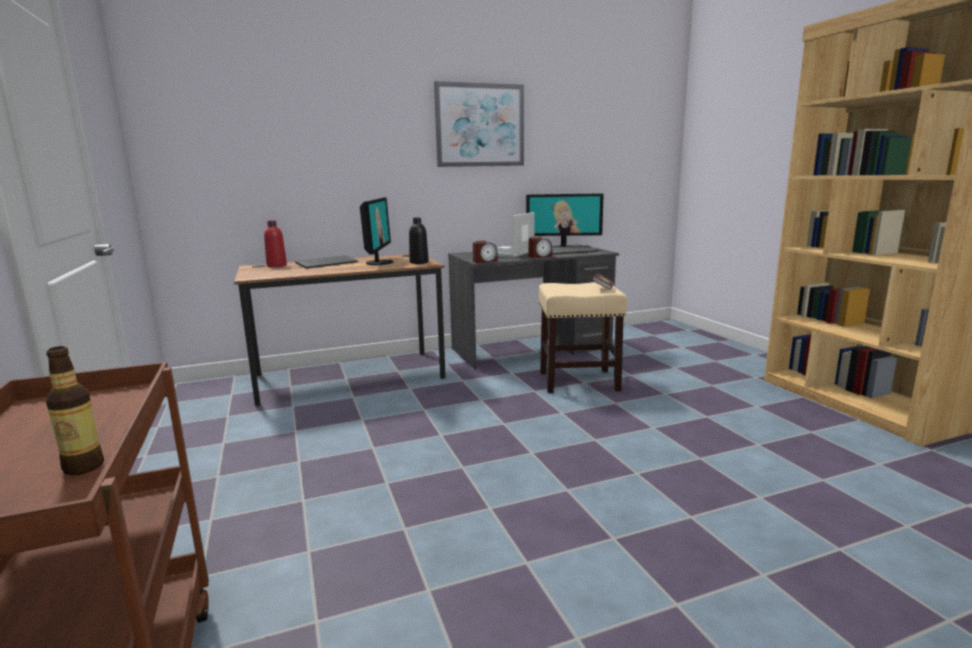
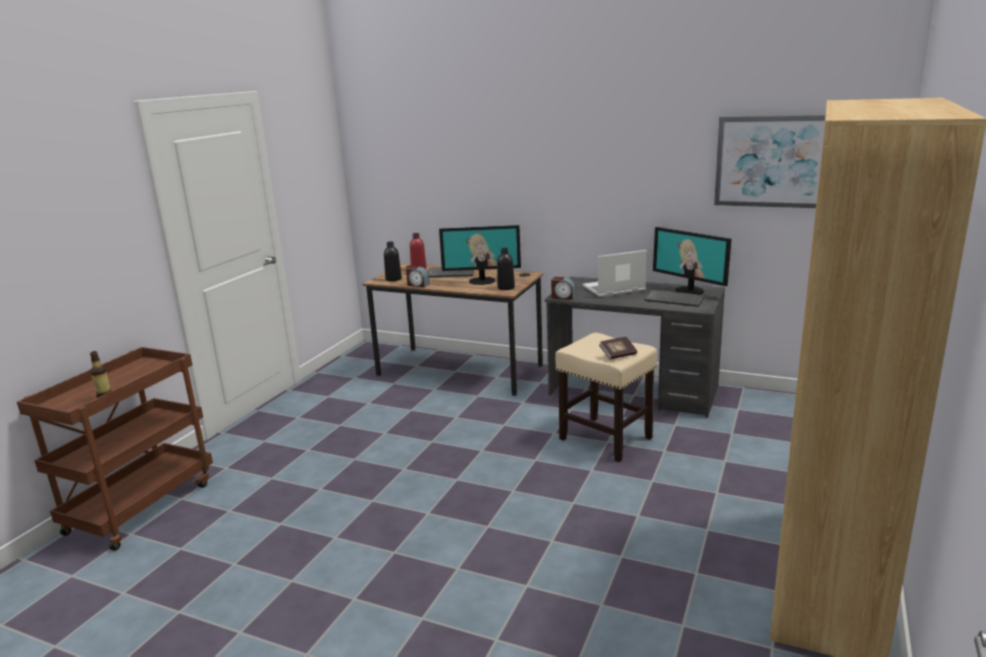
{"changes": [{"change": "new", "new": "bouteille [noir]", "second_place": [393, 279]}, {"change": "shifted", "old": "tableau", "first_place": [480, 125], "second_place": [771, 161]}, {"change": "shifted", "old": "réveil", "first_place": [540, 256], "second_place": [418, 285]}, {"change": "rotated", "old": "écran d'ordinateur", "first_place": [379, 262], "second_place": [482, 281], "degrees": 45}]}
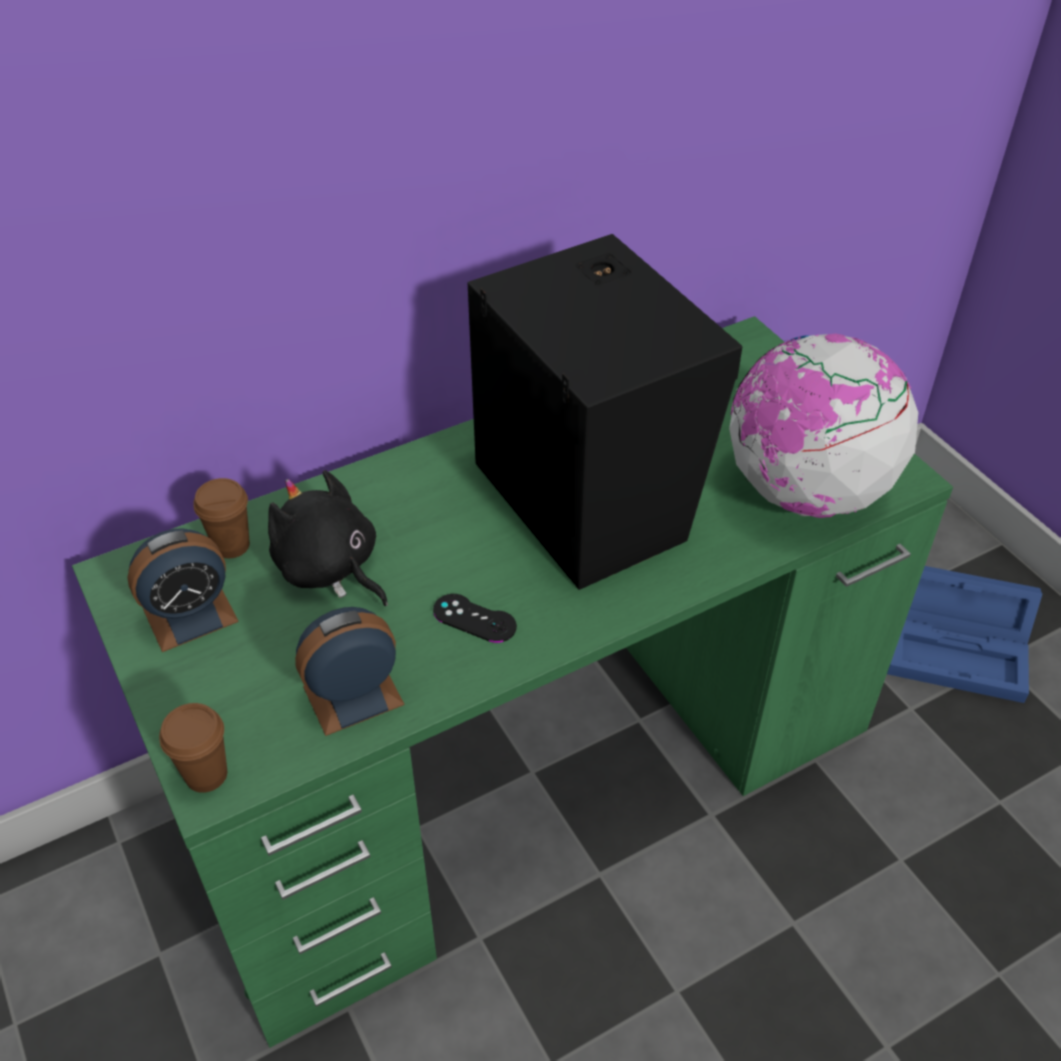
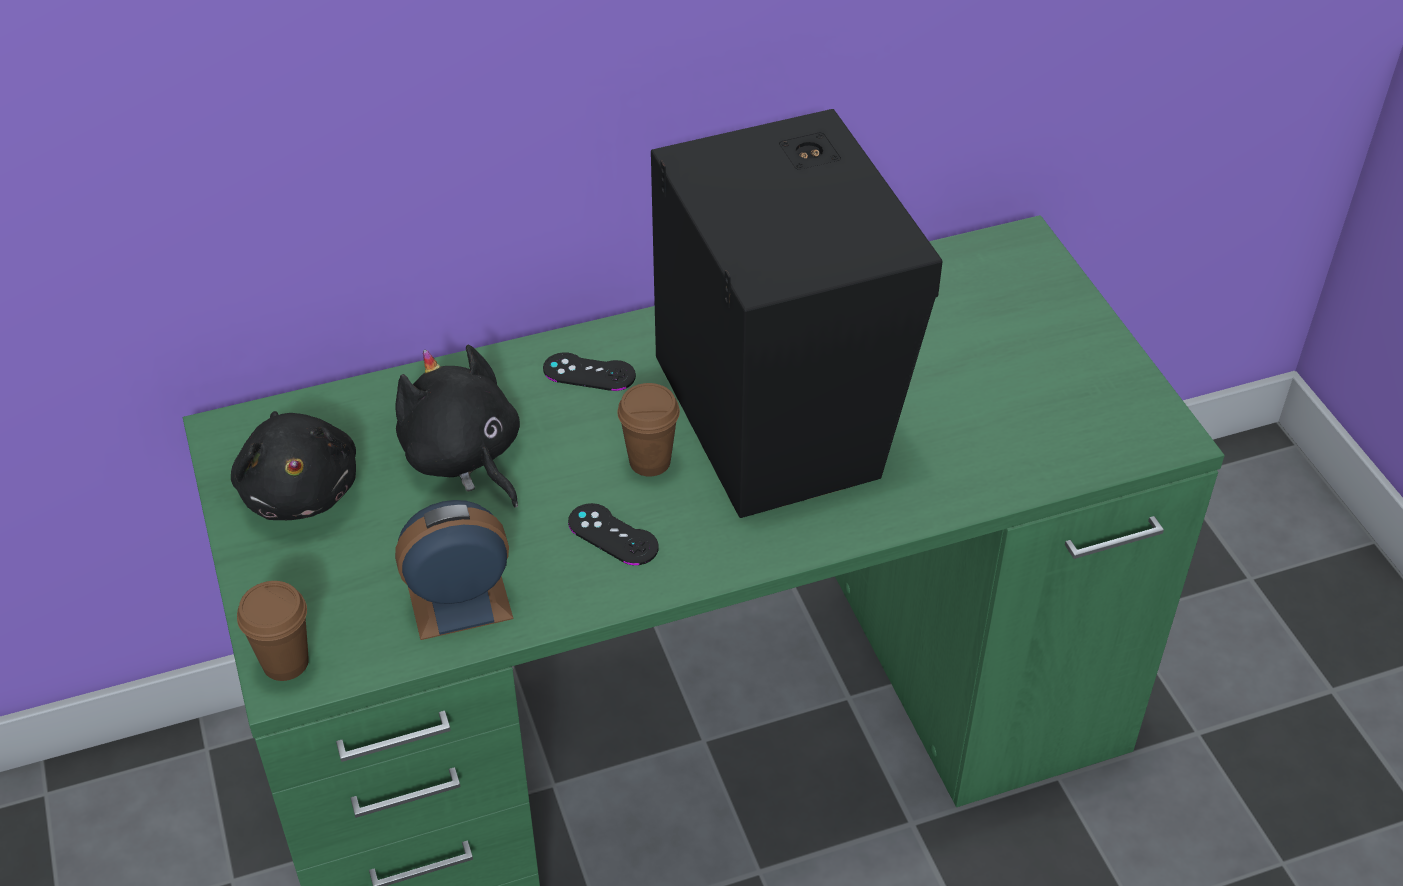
{"changes": [{"change": "gone", "old": "globe", "first_place": [805, 492]}, {"change": "gone", "old": "boîte de rangement [bleu]", "first_place": [960, 649]}, {"change": "new", "new": "manette [noir]", "second_place": [589, 372]}, {"change": "shifted", "old": "tasse [marron]", "first_place": [232, 545], "second_place": [650, 461]}, {"change": "swapped", "old": "réveil", "new": "peluche [noir]", "first_place": [190, 615], "second_place": [300, 489]}]}
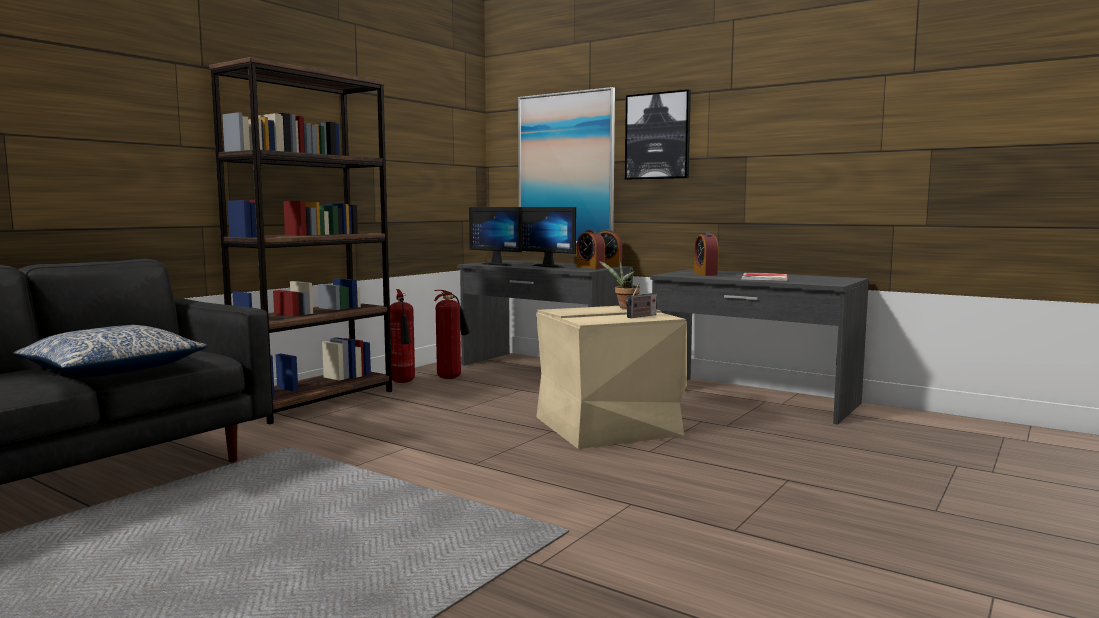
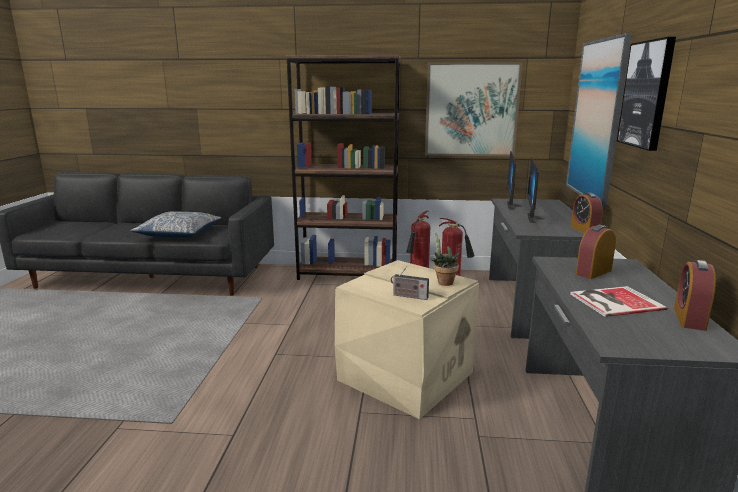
{"changes": [{"change": "new", "new": "tableau", "second_place": [471, 110]}, {"change": "shifted", "old": "réveil", "first_place": [590, 267], "second_place": [689, 318]}]}
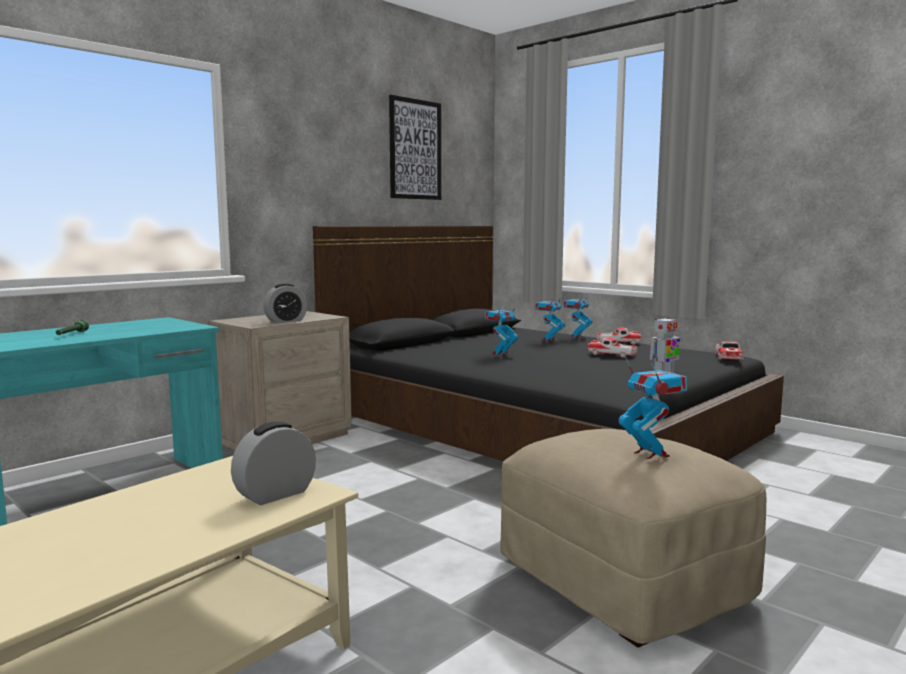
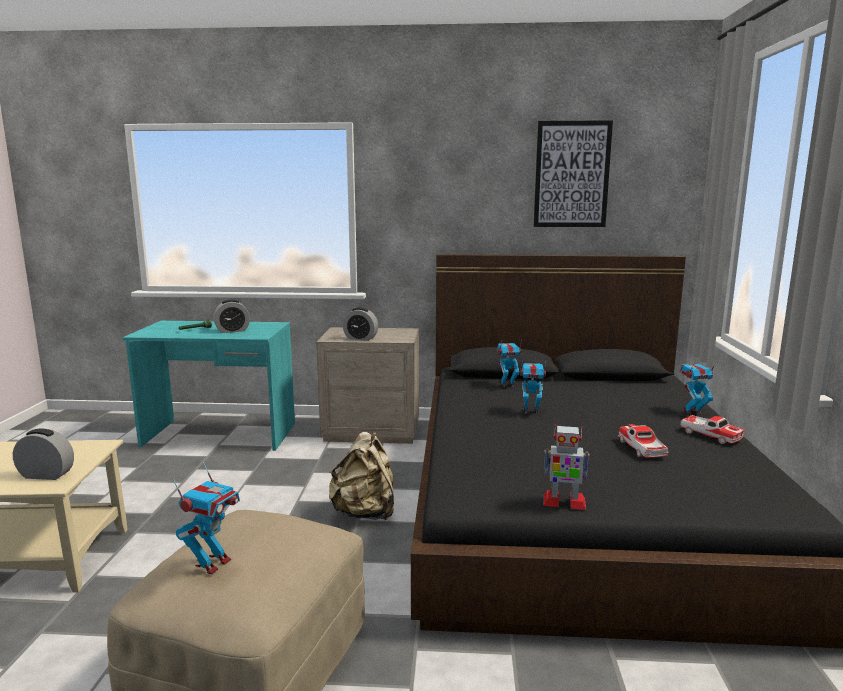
{"changes": [{"change": "gone", "old": "petite voiture", "first_place": [728, 357]}, {"change": "new", "new": "réveil", "second_place": [232, 331]}, {"change": "new", "new": "sac à dos [beige]", "second_place": [365, 513]}, {"change": "shifted", "old": "robot jouet", "first_place": [548, 340], "second_place": [507, 385]}]}
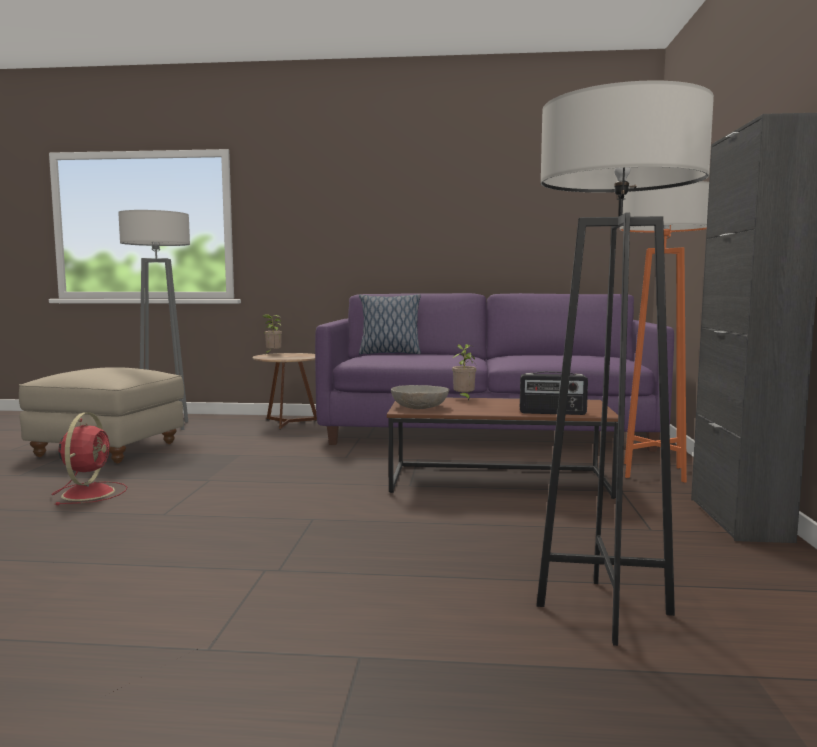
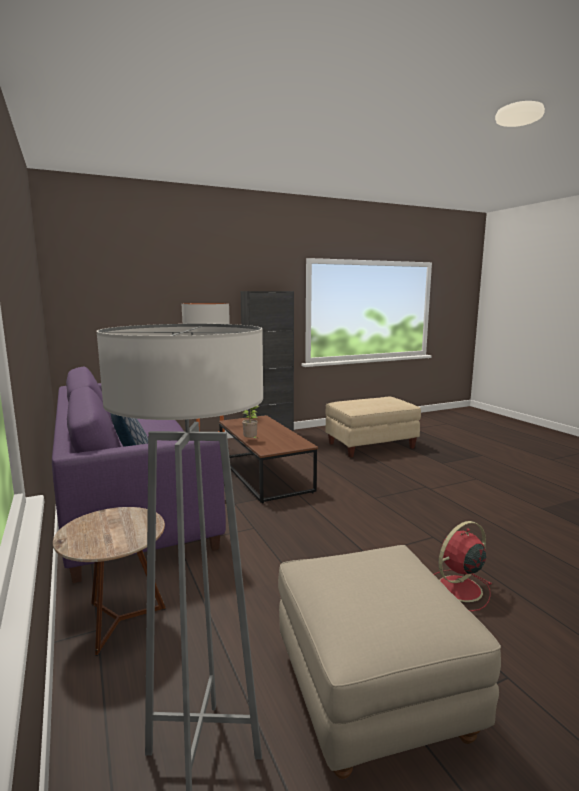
{"changes": [{"change": "gone", "old": "plante en pot", "first_place": [272, 354]}, {"change": "gone", "old": "bol [gris]", "first_place": [420, 407]}, {"change": "gone", "old": "radio", "first_place": [552, 413]}, {"change": "swapped", "old": "lampadaire [gris]", "new": "pouf [beige]", "first_place": [604, 610], "second_place": [371, 446]}]}
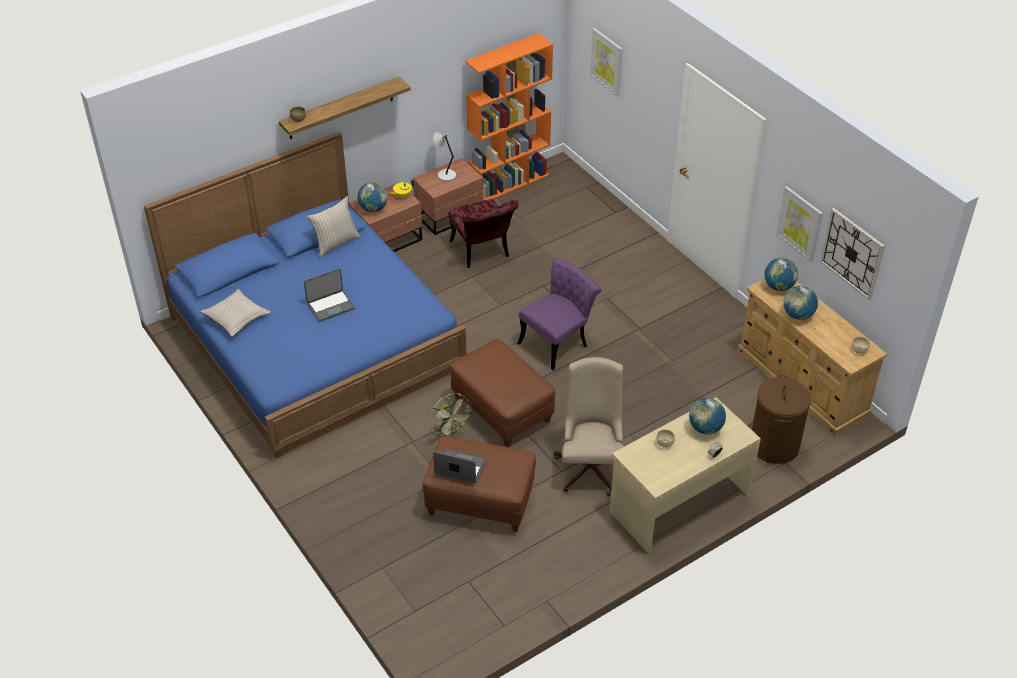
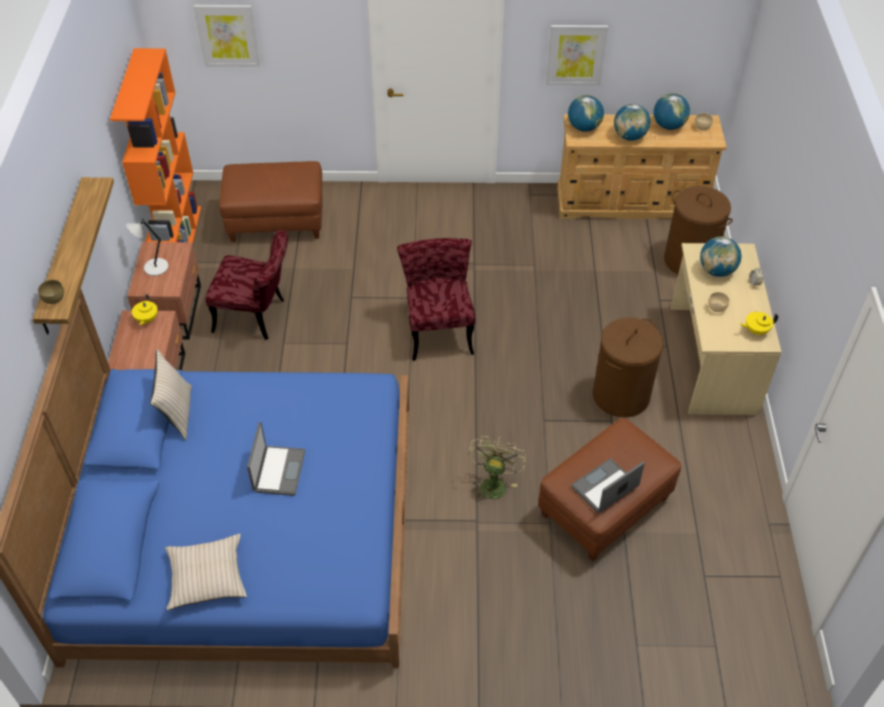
{"changes": [{"change": "gone", "old": "horloge murale", "first_place": [852, 253]}, {"change": "new", "new": "théière [jaune]", "second_place": [756, 330]}, {"change": "shifted", "old": "globe", "first_place": [373, 209], "second_place": [668, 126]}, {"change": "shifted", "old": "pouf [marron]", "first_place": [503, 410], "second_place": [277, 221]}, {"change": "swapped", "old": "chaise de bureau [beige]", "new": "panier à linge [marron]", "first_place": [591, 465], "second_place": [620, 395]}, {"change": "repainted", "old": "chaise [violet]", "new": "chaise [rouge]", "first_place": [558, 341], "second_place": [438, 329]}, {"change": "rotated", "old": "ventilateur [vert]", "first_place": [450, 434], "second_place": [493, 483], "degrees": -75}]}
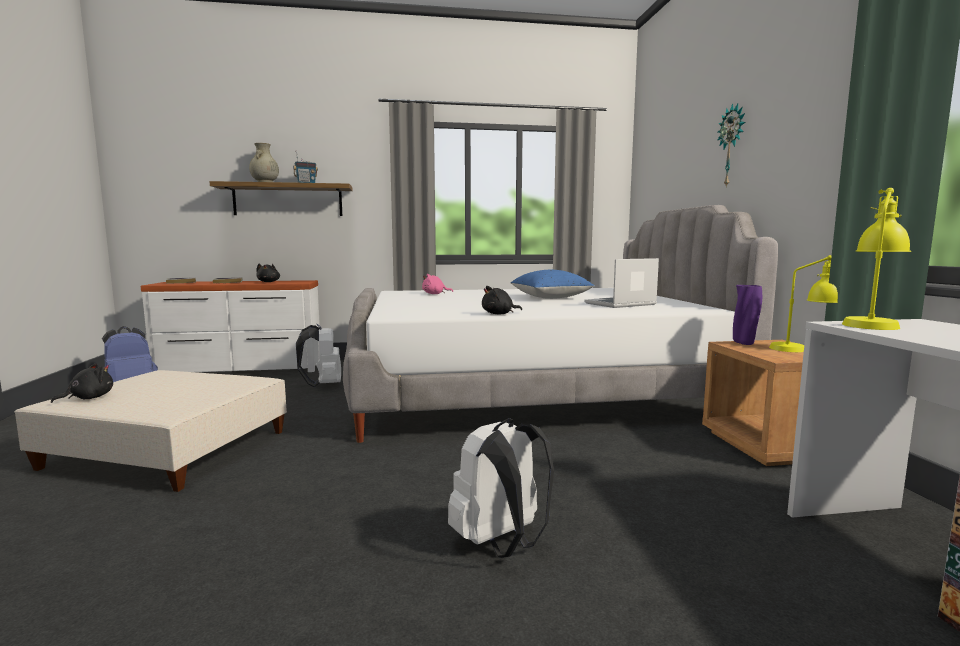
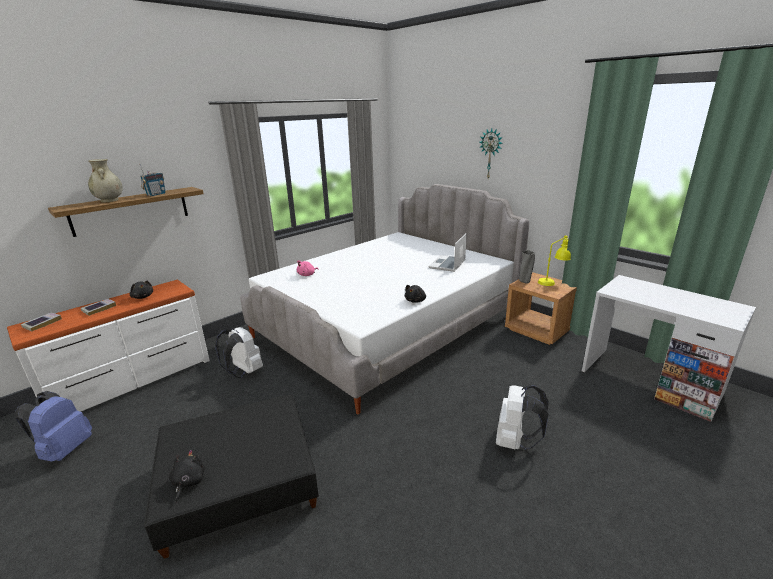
{"changes": [{"change": "gone", "old": "coussin [bleu]", "first_place": [550, 298]}, {"change": "gone", "old": "lampe de table [jaune]", "first_place": [871, 323]}, {"change": "repainted", "old": "pouf [beige]", "new": "pouf [noir]", "first_place": [168, 449], "second_place": [239, 483]}, {"change": "repainted", "old": "vase [violet]", "new": "vase [gris]", "first_place": [744, 343], "second_place": [525, 282]}]}
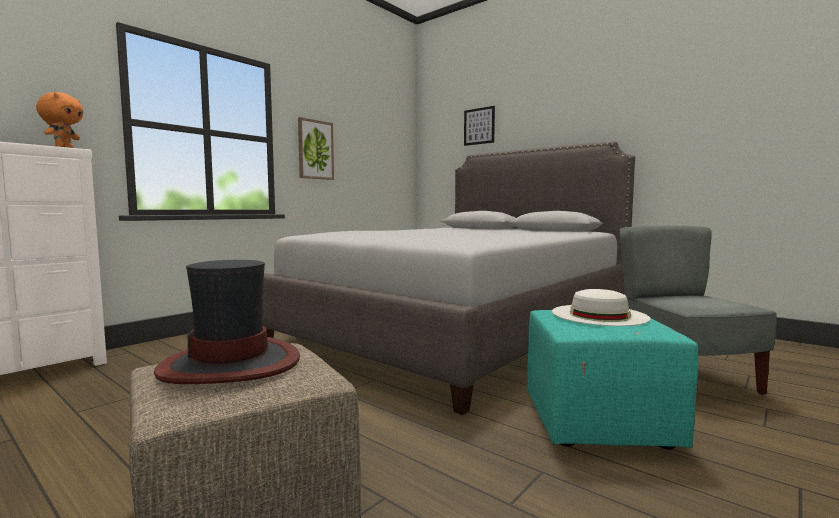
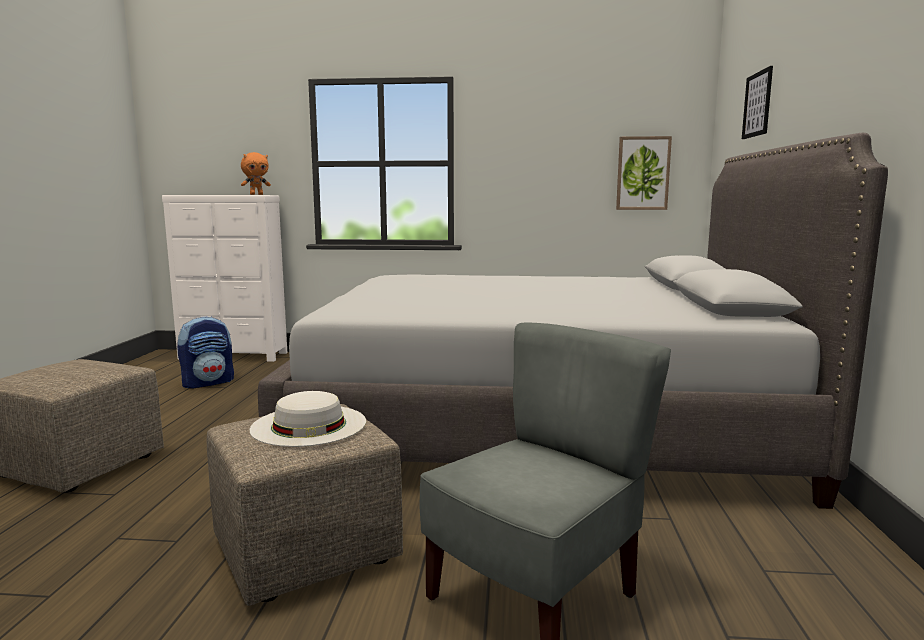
{"changes": [{"change": "gone", "old": "chapeau", "first_place": [232, 364]}, {"change": "new", "new": "sac à dos", "second_place": [208, 383]}, {"change": "shifted", "old": "tableau", "first_place": [315, 150], "second_place": [643, 173]}, {"change": "repainted", "old": "pouf [turquoise]", "new": "pouf [beige]", "first_place": [599, 424], "second_place": [304, 552]}]}
